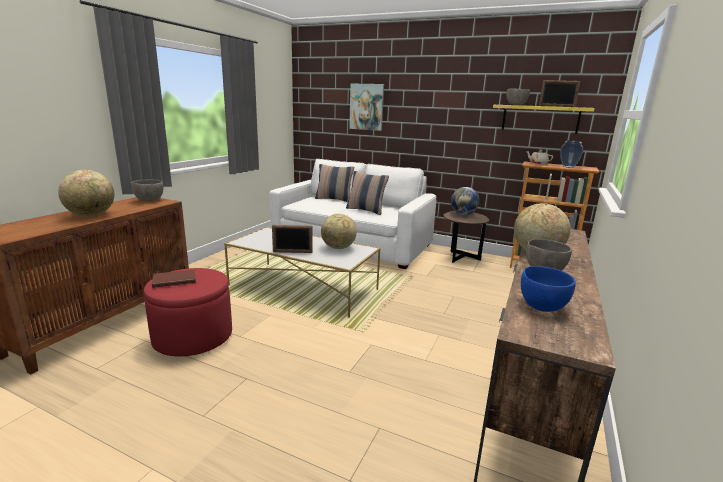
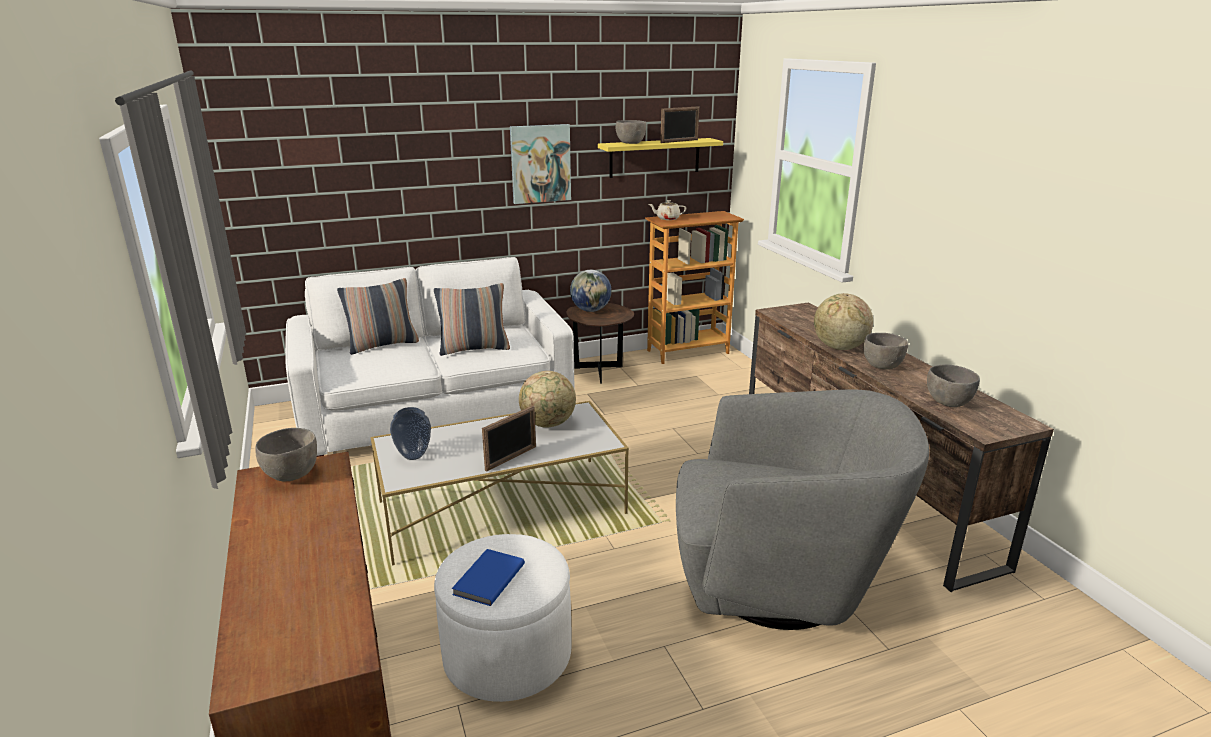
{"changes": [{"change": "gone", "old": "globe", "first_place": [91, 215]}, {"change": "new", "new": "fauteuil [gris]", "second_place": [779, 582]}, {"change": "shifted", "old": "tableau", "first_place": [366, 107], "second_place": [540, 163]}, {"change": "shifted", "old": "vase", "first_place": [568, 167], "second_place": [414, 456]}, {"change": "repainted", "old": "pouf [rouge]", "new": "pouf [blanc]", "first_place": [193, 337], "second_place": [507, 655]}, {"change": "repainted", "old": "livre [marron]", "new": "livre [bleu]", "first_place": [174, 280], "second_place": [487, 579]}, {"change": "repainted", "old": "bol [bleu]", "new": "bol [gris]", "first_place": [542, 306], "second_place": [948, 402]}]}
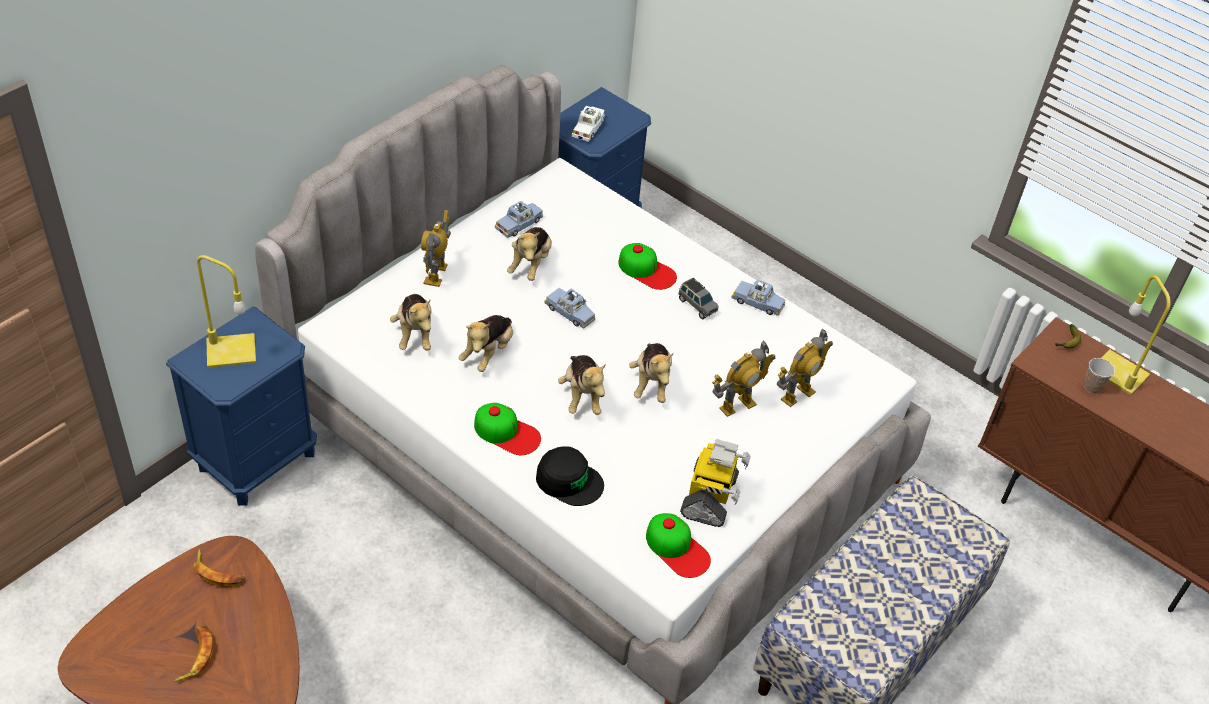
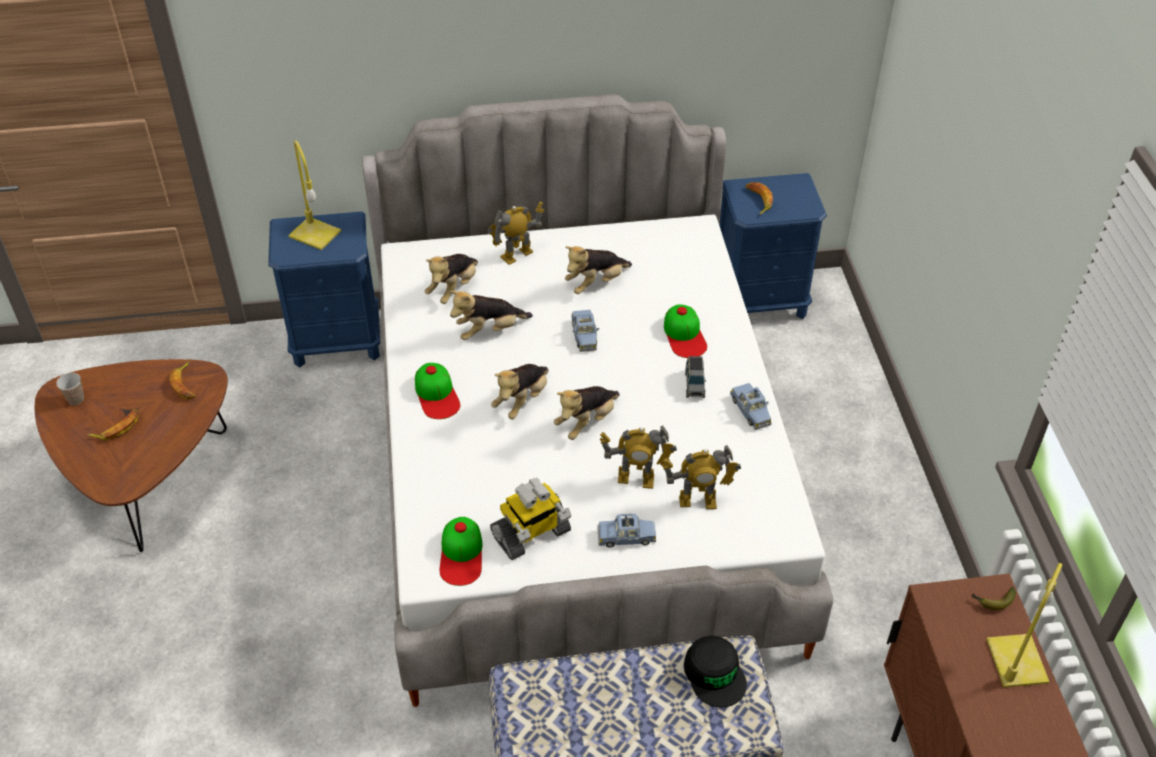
{"changes": [{"change": "shifted", "old": "petite voiture [bleu]", "first_place": [519, 224], "second_place": [626, 537]}, {"change": "shifted", "old": "casquette [noir]", "first_place": [569, 480], "second_place": [715, 674]}, {"change": "shifted", "old": "tasse", "first_place": [1092, 387], "second_place": [76, 399]}, {"change": "swapped", "old": "petite voiture [blanc]", "new": "banane", "first_place": [588, 128], "second_place": [758, 200]}]}
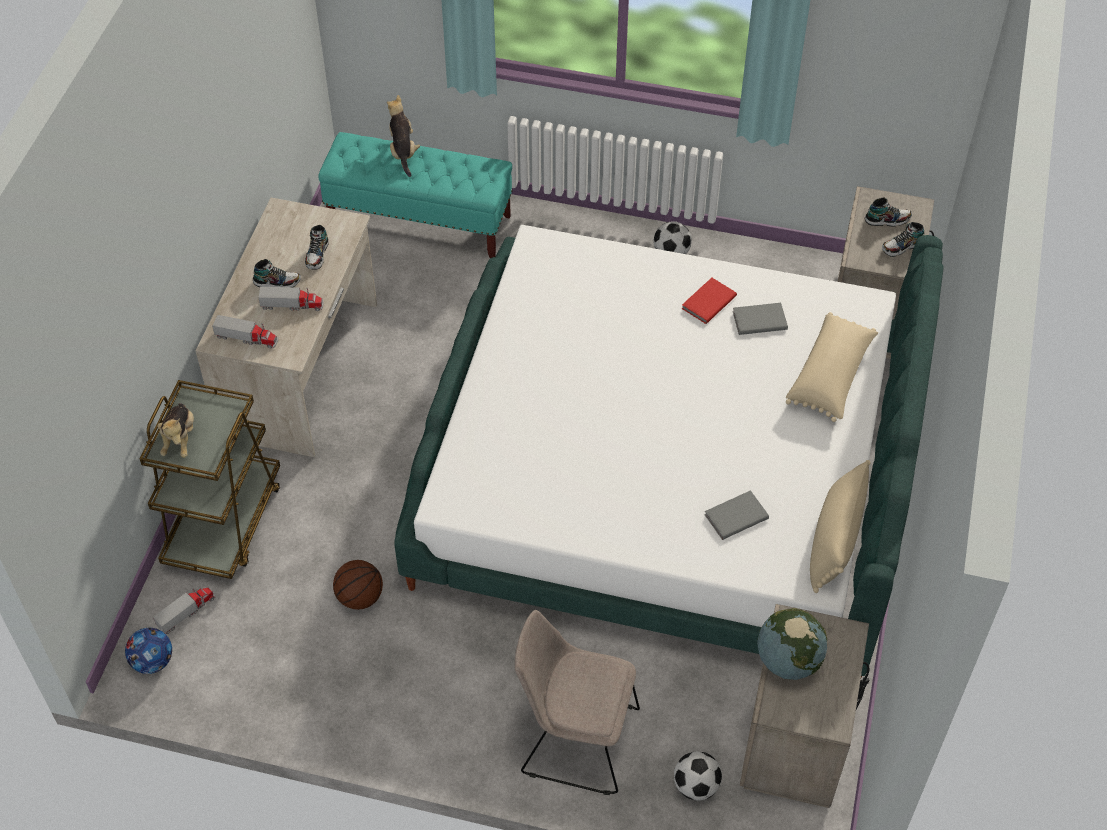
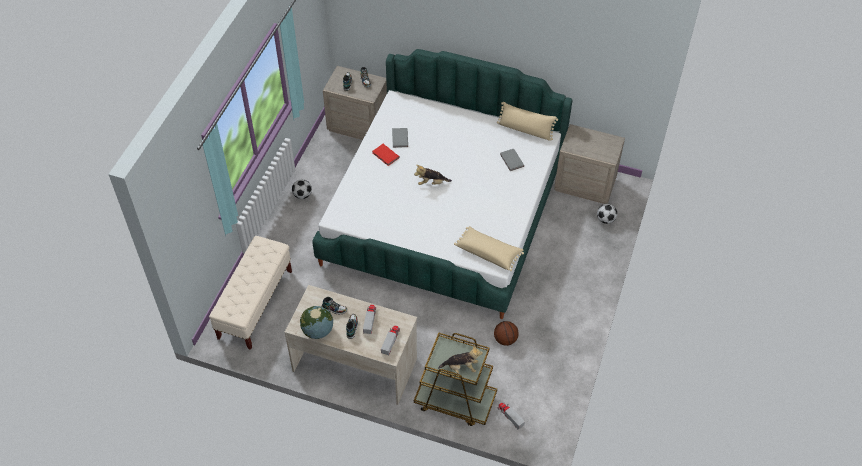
{"changes": [{"change": "gone", "old": "ballon de foot", "first_place": [153, 661]}, {"change": "gone", "old": "chaise [beige]", "first_place": [575, 738]}, {"change": "shifted", "old": "peluche", "first_place": [403, 152], "second_place": [431, 183]}, {"change": "shifted", "old": "globe", "first_place": [788, 661], "second_place": [317, 331]}, {"change": "shifted", "old": "coussin [beige]", "first_place": [831, 376], "second_place": [488, 252]}, {"change": "repainted", "old": "banc [turquoise]", "new": "banc [beige]", "first_place": [420, 223], "second_place": [255, 304]}]}
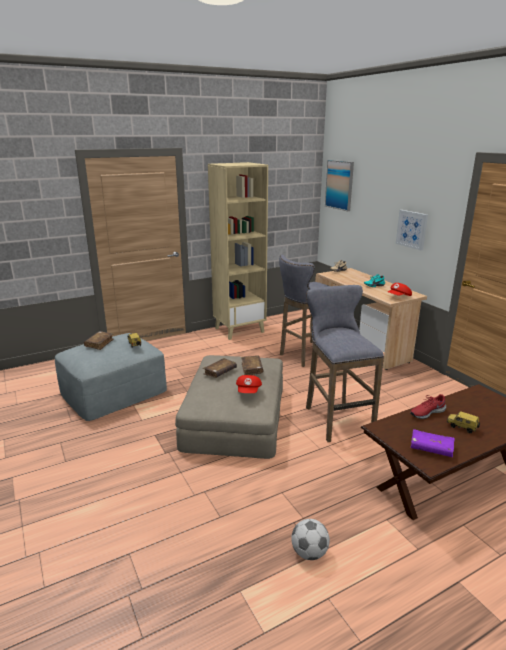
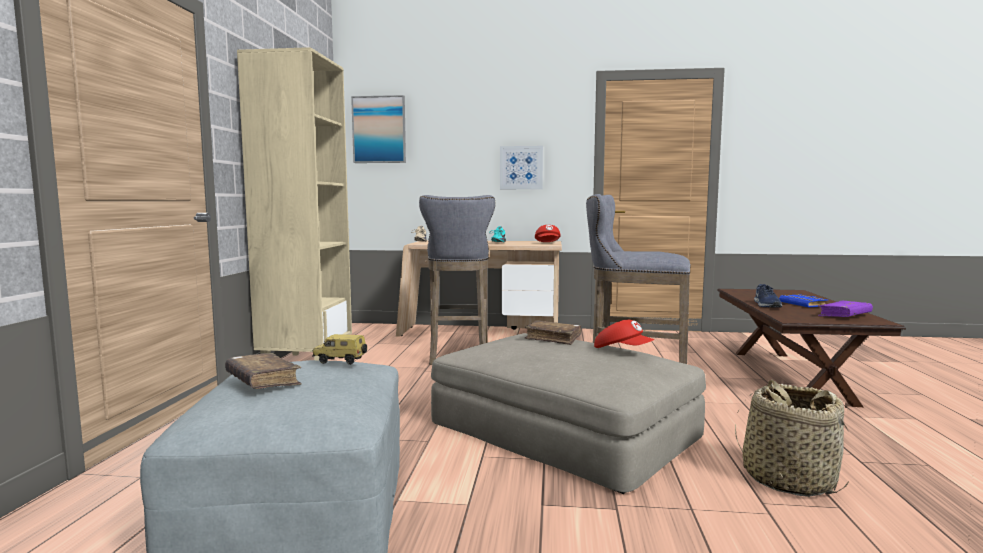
{"changes": [{"change": "gone", "old": "livre [marron]", "first_place": [220, 372]}, {"change": "gone", "old": "ballon de foot", "first_place": [309, 553]}, {"change": "new", "new": "panier", "second_place": [788, 479]}, {"change": "swapped", "old": "petite voiture", "new": "livre [bleu]", "first_place": [461, 427], "second_place": [804, 304]}, {"change": "repainted", "old": "chaussure [rouge]", "new": "chaussure [bleu]", "first_place": [426, 412], "second_place": [766, 305]}]}
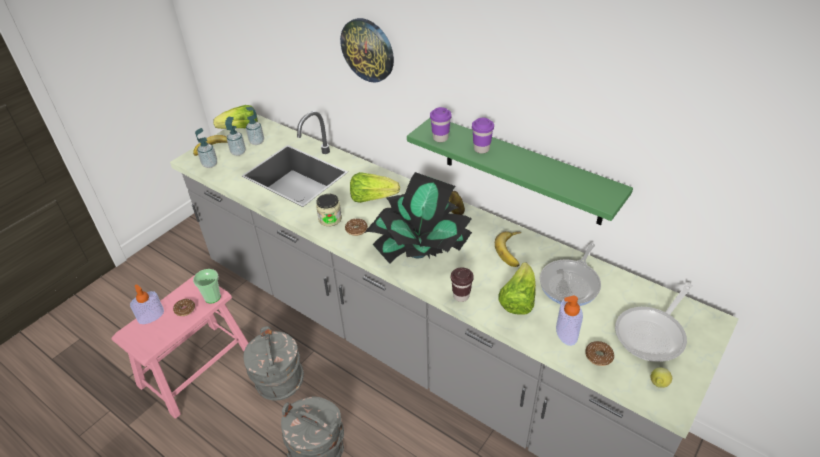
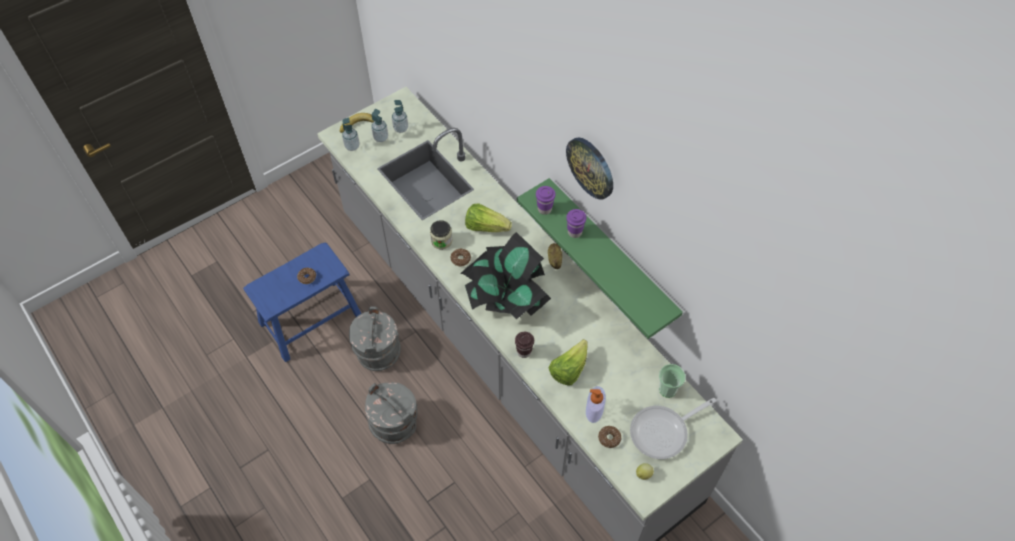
{"changes": [{"change": "gone", "old": "distributeur de savon", "first_place": [151, 316]}, {"change": "gone", "old": "laitue", "first_place": [241, 129]}, {"change": "gone", "old": "banane", "first_place": [513, 251]}, {"change": "gone", "old": "poêle", "first_place": [571, 283]}, {"change": "shifted", "old": "tasse", "first_place": [212, 297], "second_place": [667, 389]}, {"change": "shifted", "old": "horloge murale", "first_place": [368, 50], "second_place": [591, 167]}, {"change": "repainted", "old": "tabouret [rose]", "new": "tabouret [bleu]", "first_place": [196, 367], "second_place": [310, 319]}]}
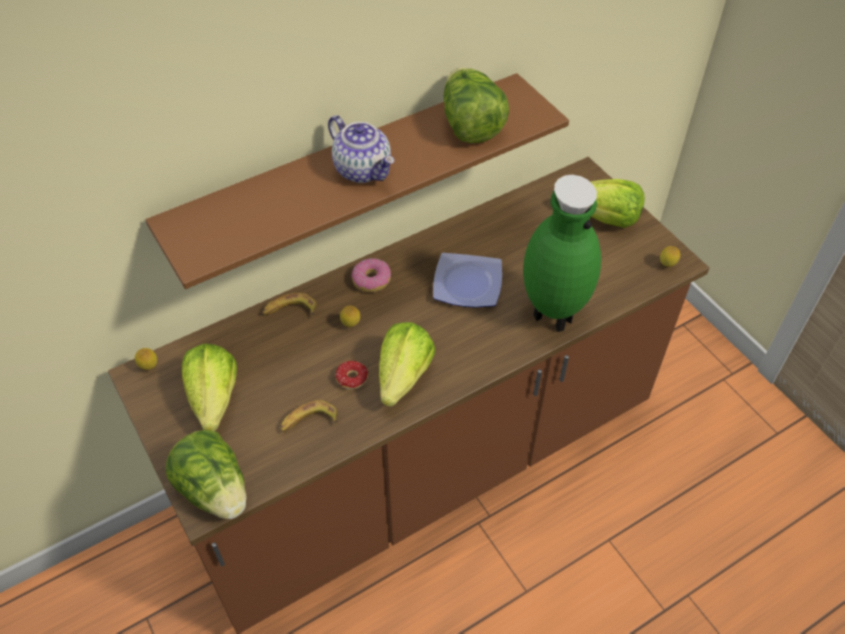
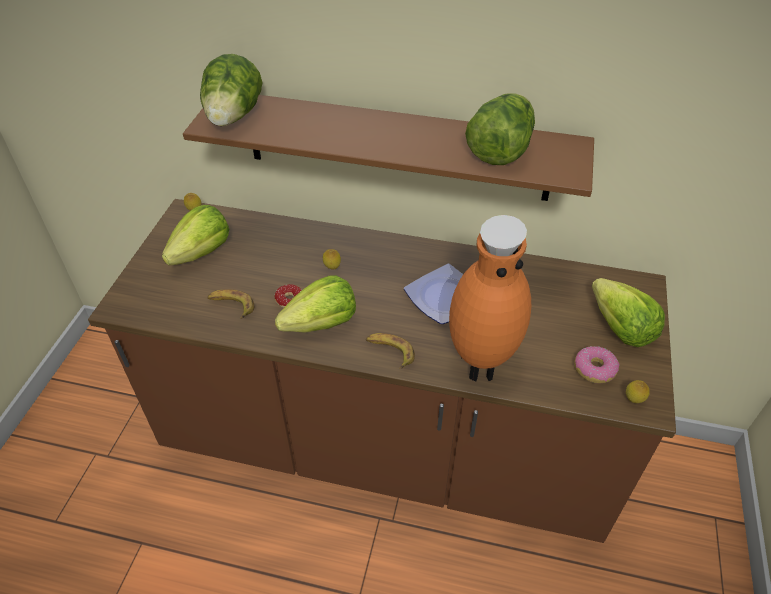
{"changes": [{"change": "gone", "old": "théière", "first_place": [363, 170]}, {"change": "shifted", "old": "laitue", "first_place": [215, 490], "second_place": [233, 117]}, {"change": "shifted", "old": "banane", "first_place": [290, 311], "second_place": [390, 352]}, {"change": "shifted", "old": "beignet", "first_place": [371, 280], "second_place": [594, 369]}, {"change": "repainted", "old": "vase [vert]", "new": "vase [orange]", "first_place": [550, 315], "second_place": [479, 364]}]}
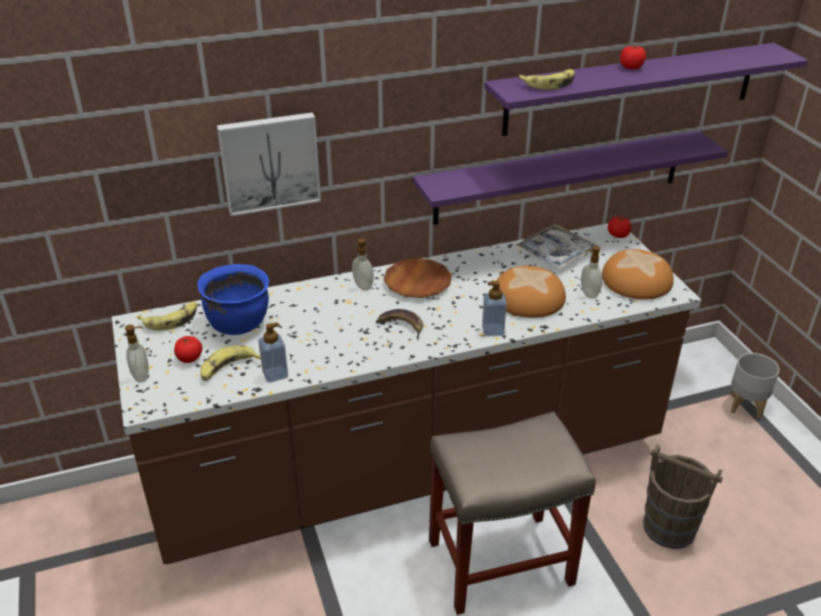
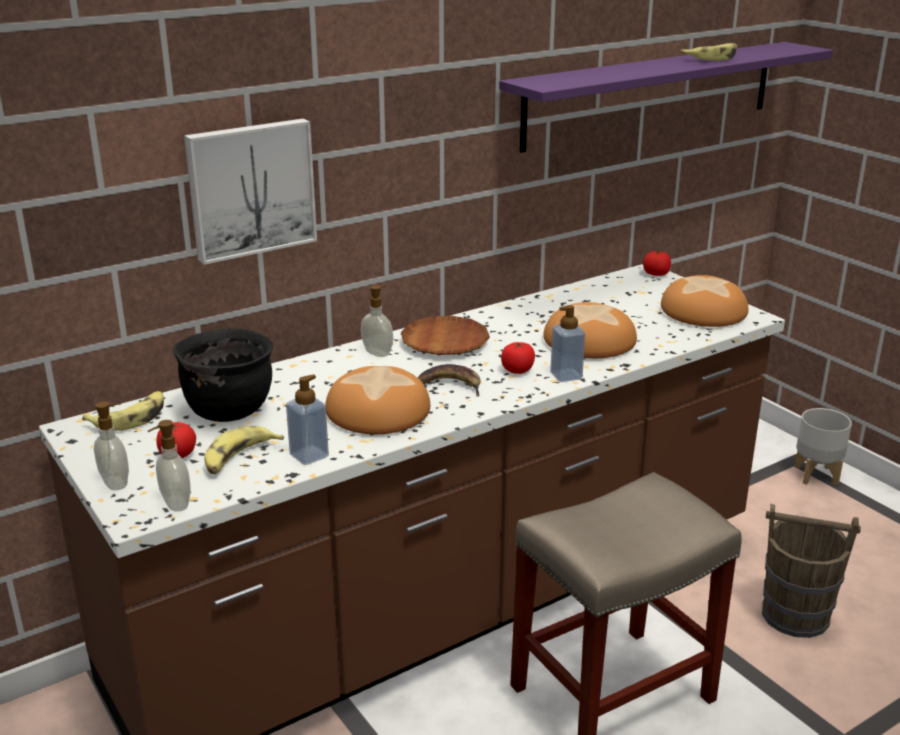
{"changes": [{"change": "gone", "old": "étagère [violet]", "first_place": [559, 177]}, {"change": "gone", "old": "plateau", "first_place": [556, 253]}, {"change": "new", "new": "pain", "second_place": [377, 410]}, {"change": "shifted", "old": "banane", "first_place": [549, 84], "second_place": [712, 58]}, {"change": "shifted", "old": "distributeur de savon", "first_place": [588, 294], "second_place": [175, 504]}, {"change": "shifted", "old": "tomate", "first_place": [631, 67], "second_place": [517, 370]}, {"change": "repainted", "old": "marmite [bleu]", "new": "marmite [noir]", "first_place": [238, 323], "second_place": [229, 410]}]}
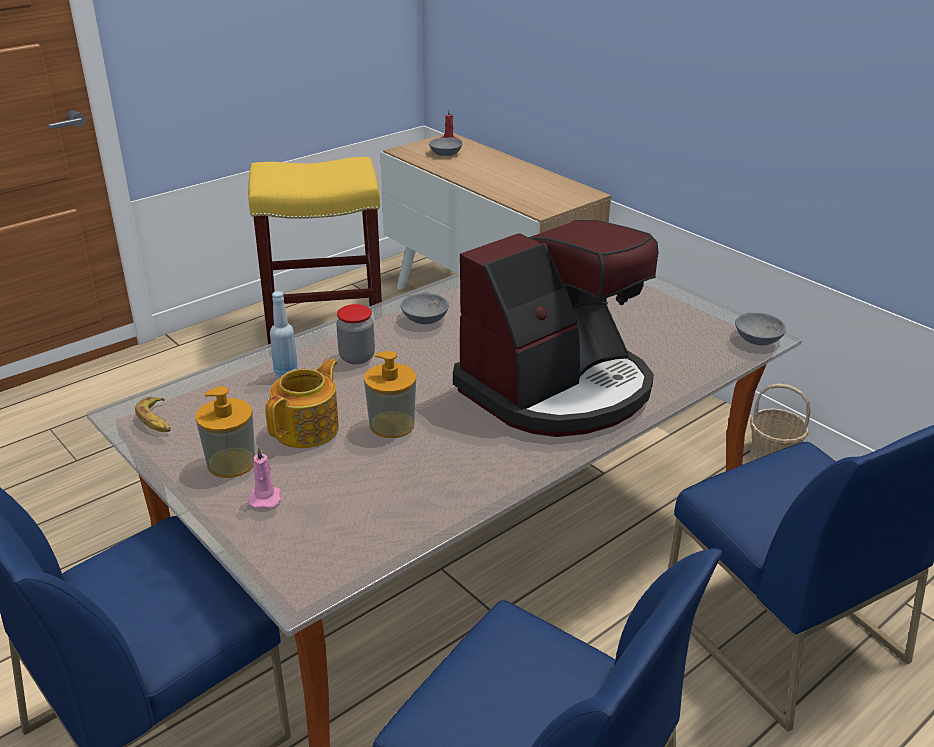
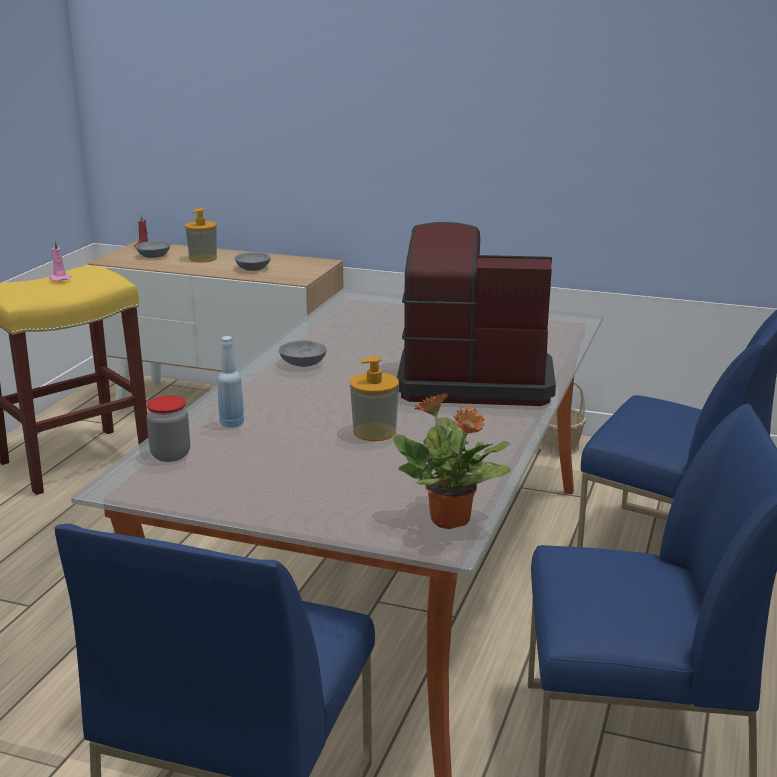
{"changes": [{"change": "gone", "old": "banane", "first_place": [157, 420]}, {"change": "gone", "old": "théière", "first_place": [308, 429]}, {"change": "new", "new": "plante en pot", "second_place": [451, 521]}, {"change": "shifted", "old": "distributeur de savon", "first_place": [231, 463], "second_place": [203, 258]}, {"change": "shifted", "old": "bougie [rose]", "first_place": [265, 497], "second_place": [59, 278]}, {"change": "shifted", "old": "bocal", "first_place": [357, 357], "second_place": [170, 455]}, {"change": "shifted", "old": "bol [gris]", "first_place": [756, 338], "second_place": [251, 268]}, {"change": "rotated", "old": "machine à café", "first_place": [557, 389], "second_place": [473, 380], "degrees": -105}]}
